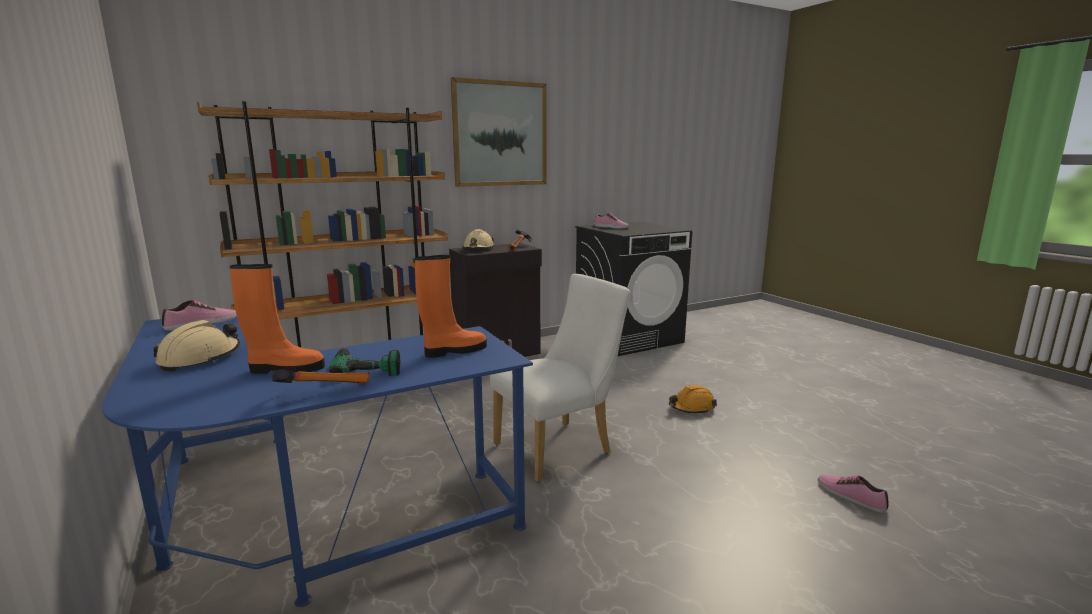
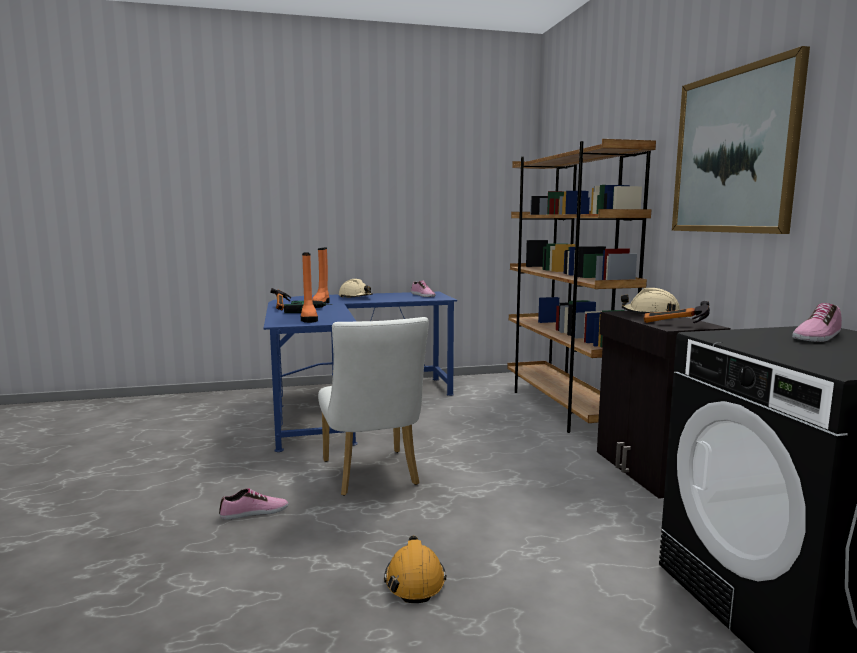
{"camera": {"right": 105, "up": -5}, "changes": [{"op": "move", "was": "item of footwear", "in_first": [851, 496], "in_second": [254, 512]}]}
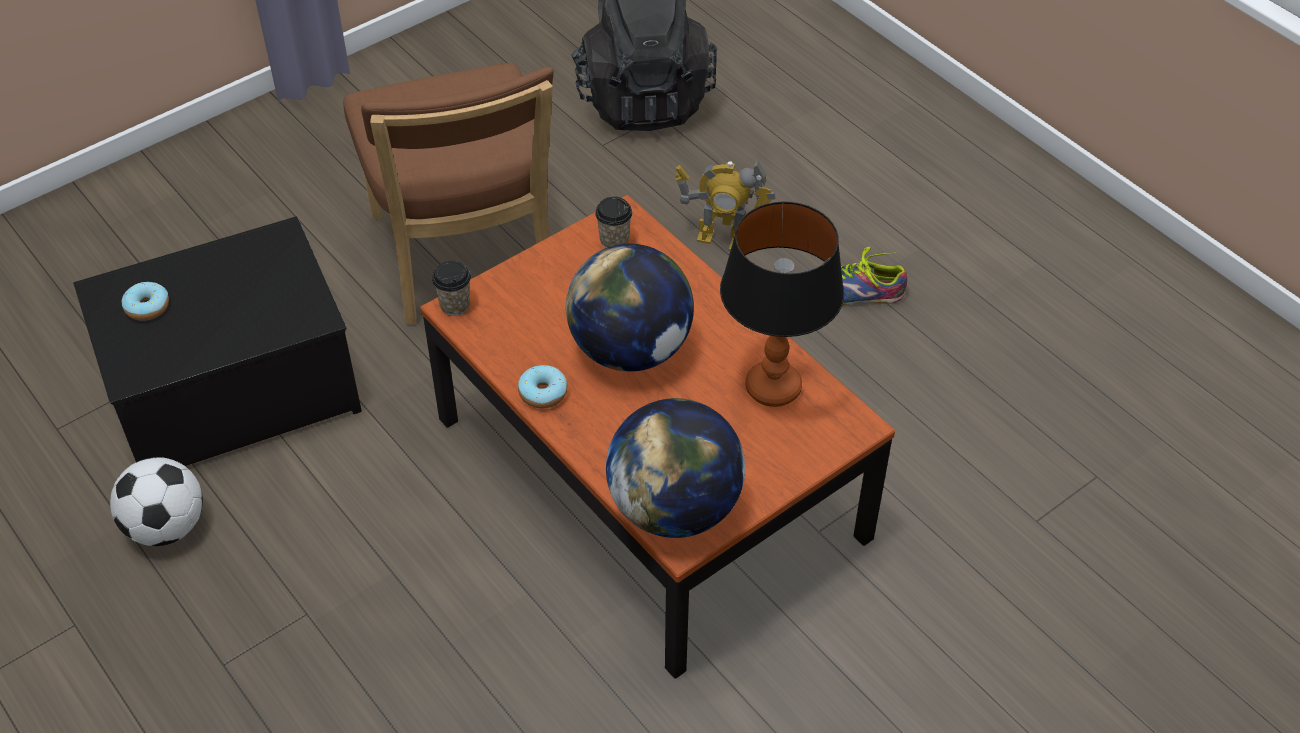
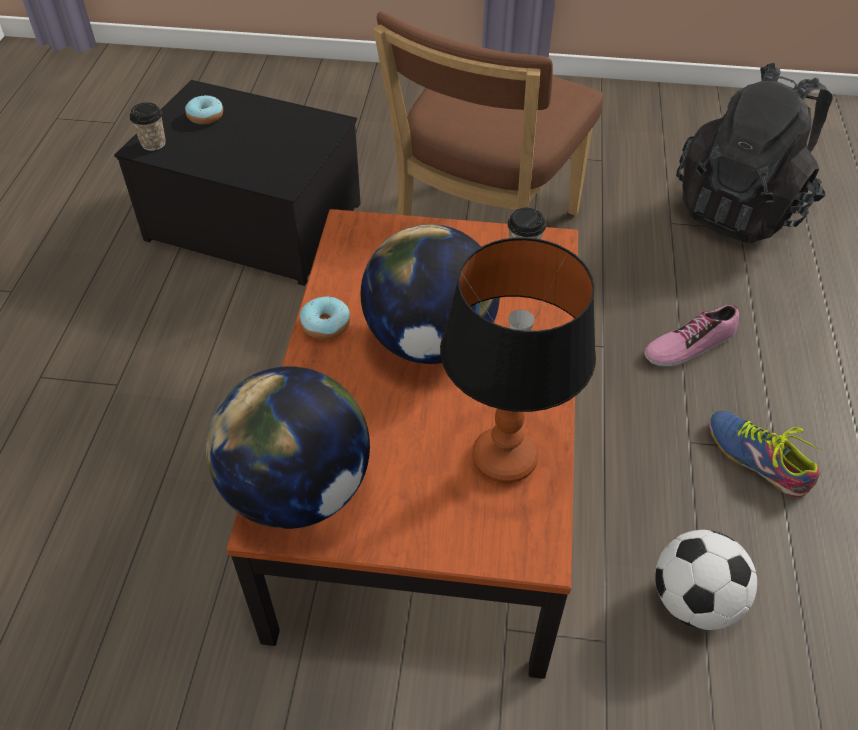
{"camera": {"right": 45, "up": 0}, "changes": [{"op": "move", "was": "football ball", "in_first": [167, 527], "in_second": [694, 601]}, {"op": "move", "was": "drinking cup", "in_first": [455, 305], "in_second": [153, 144]}, {"op": "replace", "was": "robot figure", "now": "item of footwear", "in_first": [722, 239], "in_second": [689, 344]}]}
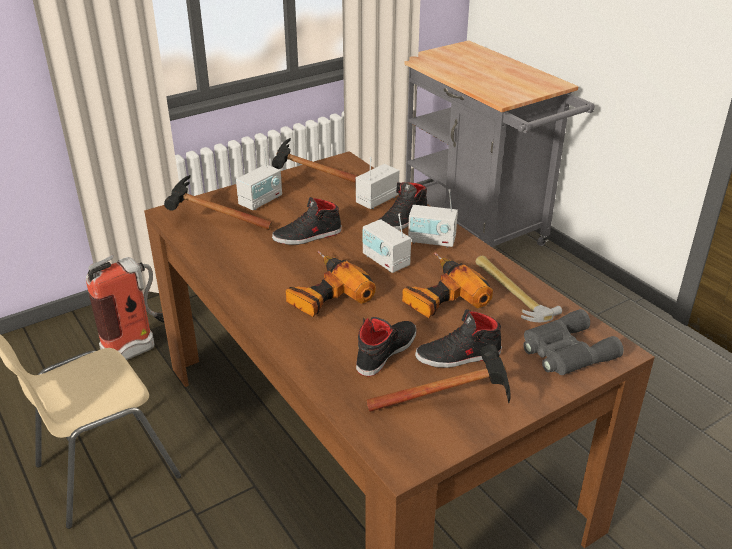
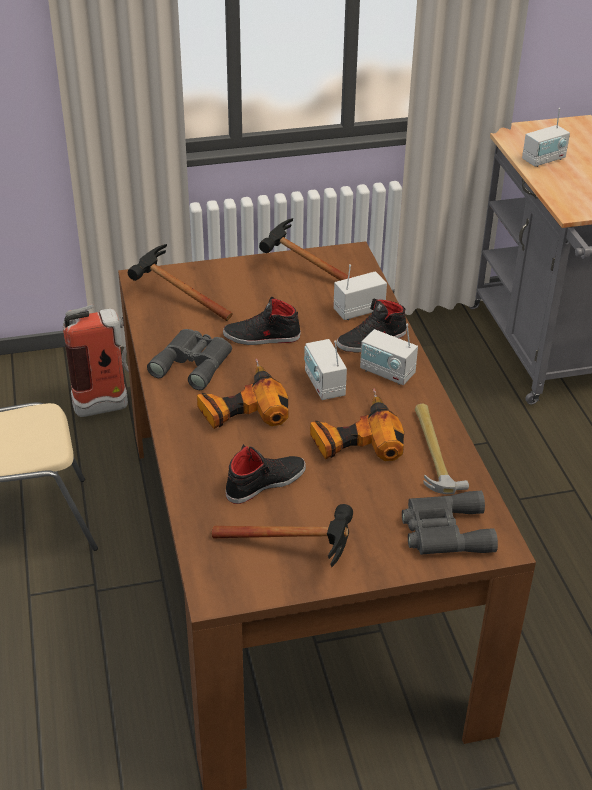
{"camera": {"right": 20, "up": 5}, "changes": [{"op": "move", "was": "radio set", "in_first": [261, 201], "in_second": [544, 160]}, {"op": "delete", "was": "black item of footwear", "in_first": [458, 356]}, {"op": "insert", "now": "greyish field glasses", "in_second": [194, 363]}]}
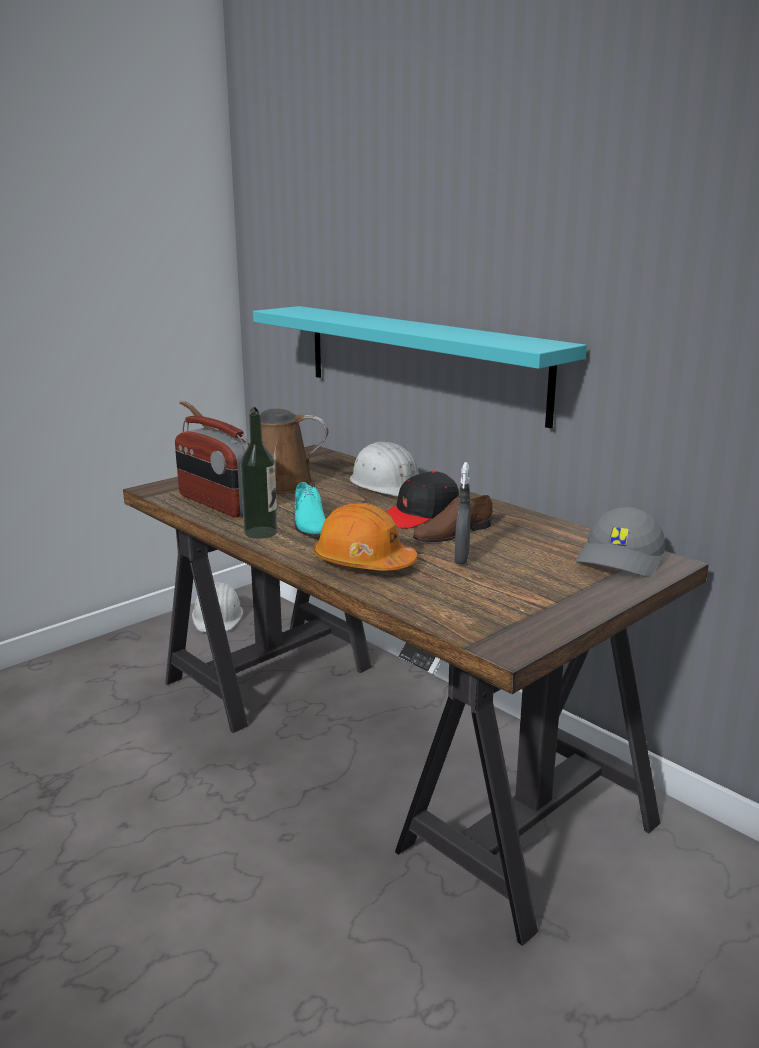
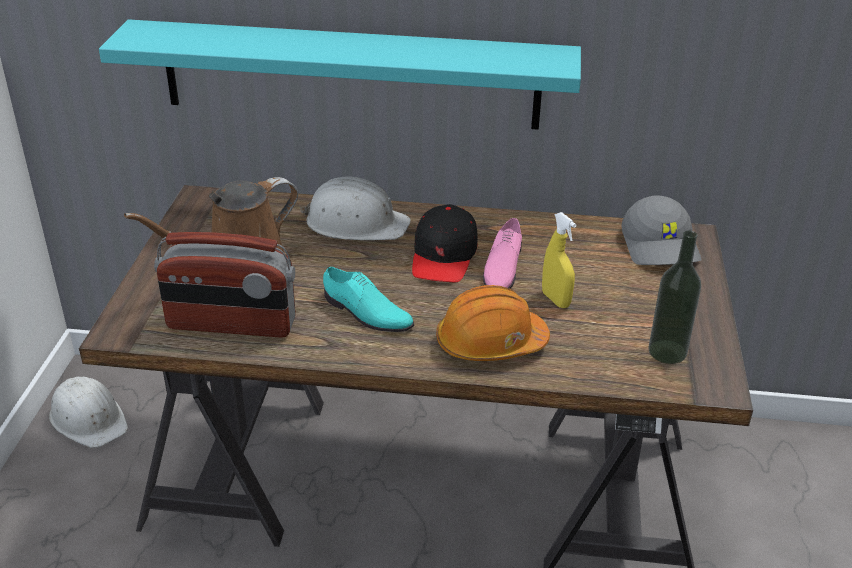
{"camera": {"right": -40, "up": 15}, "changes": [{"op": "move", "was": "drink bottle", "in_first": [261, 532], "in_second": [667, 351]}, {"op": "recolor", "was": "brown-coloured item of footwear", "now": "pink-coloured item of footwear", "in_first": [452, 532], "in_second": [502, 268]}, {"op": "recolor", "was": "greyish hand sprayer", "now": "yellowish hand sprayer", "in_first": [461, 558], "in_second": [555, 300]}]}
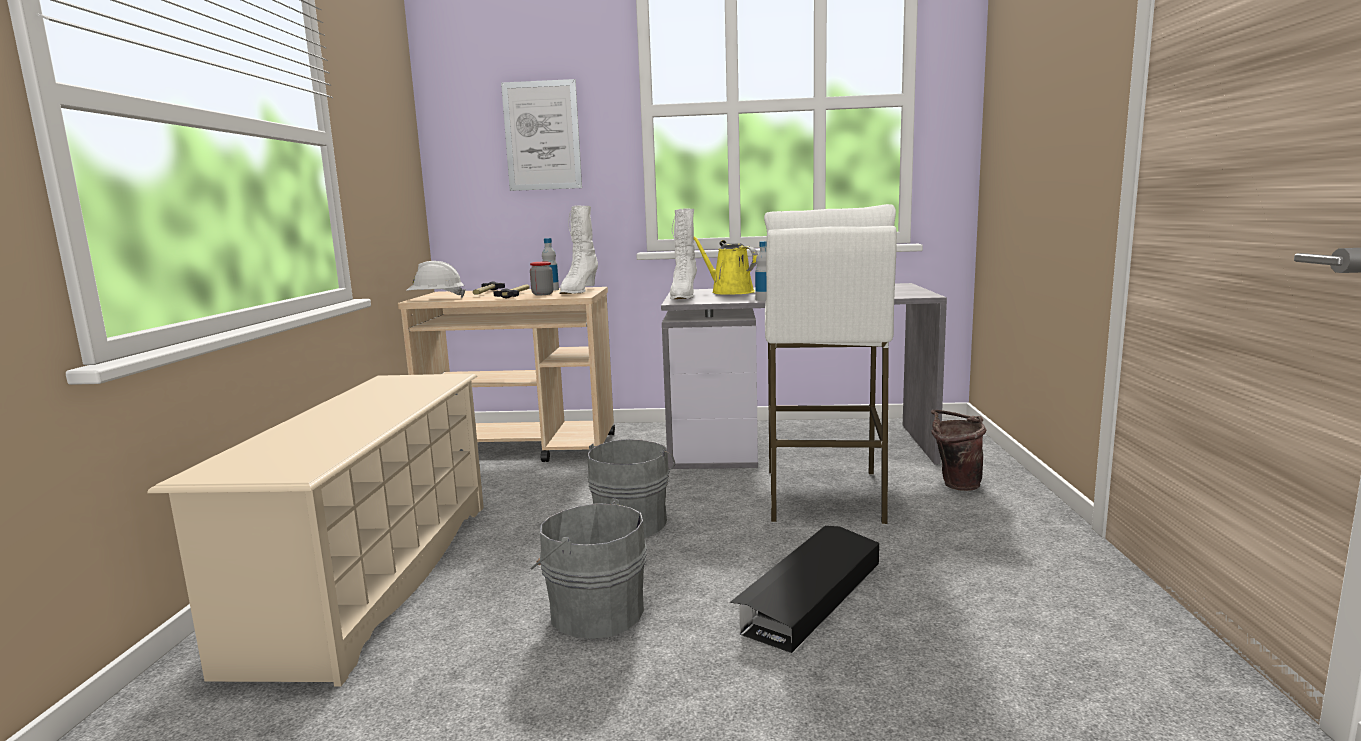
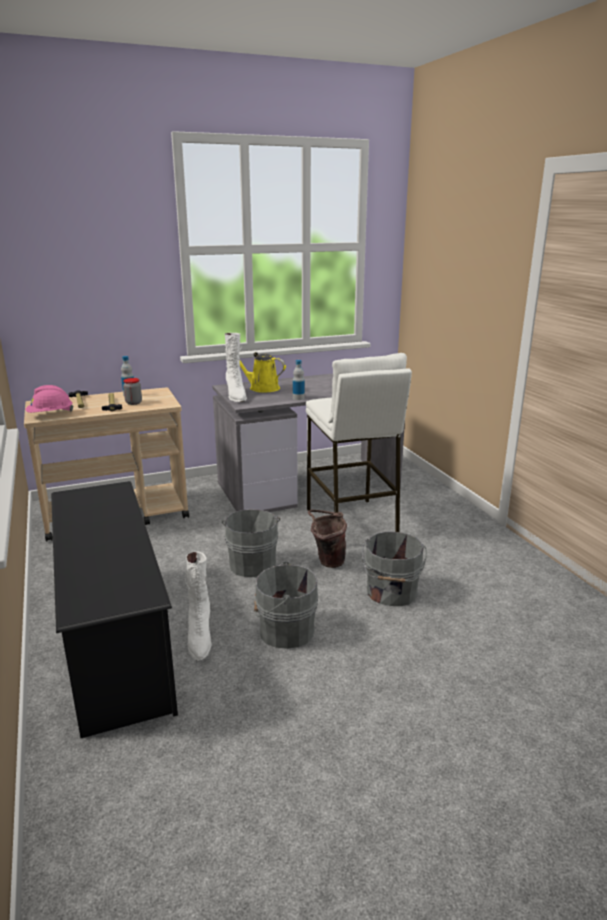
{"camera": {"right": -25, "up": 10}, "changes": [{"op": "recolor", "was": "beige shoe shelf", "now": "black shoe shelf", "in_first": [373, 576], "in_second": [115, 640]}, {"op": "recolor", "was": "whitish hard hat", "now": "pink-coloured hard hat", "in_first": [436, 299], "in_second": [50, 415]}, {"op": "delete", "was": "wall picture", "in_first": [542, 136]}, {"op": "move", "was": "whitish tall boot", "in_first": [578, 291], "in_second": [199, 638]}, {"op": "replace", "was": "black storage container", "now": "greyish pail", "in_first": [809, 595], "in_second": [391, 593]}, {"op": "move", "was": "brown-coloured pail", "in_first": [955, 484], "in_second": [327, 561]}]}
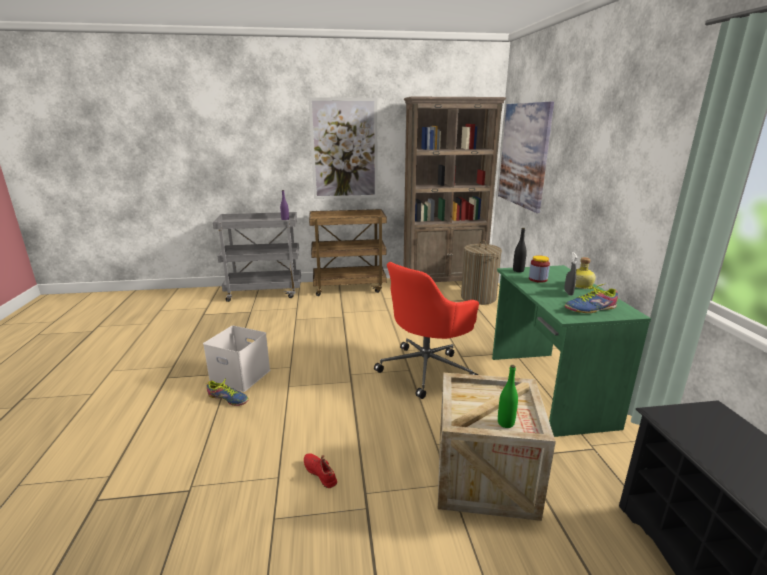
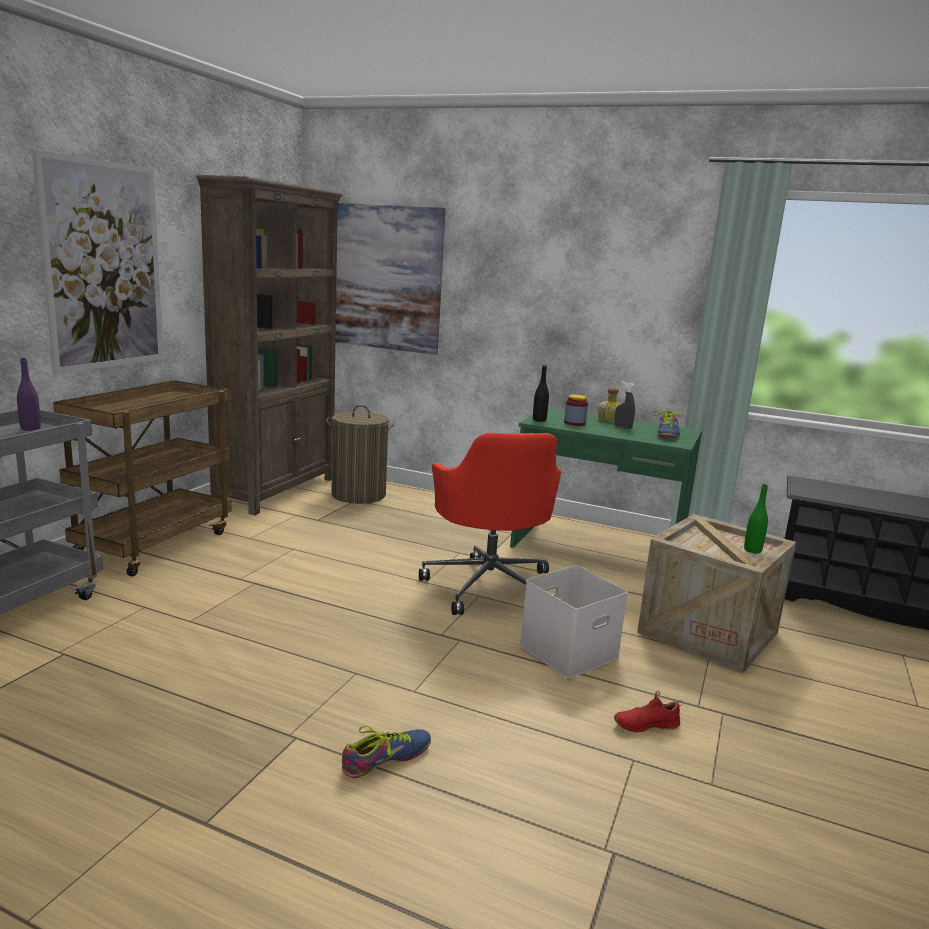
{"camera": {"right": -60, "up": -5}, "changes": [{"op": "move", "was": "whitish storage container", "in_first": [239, 376], "in_second": [568, 652]}]}
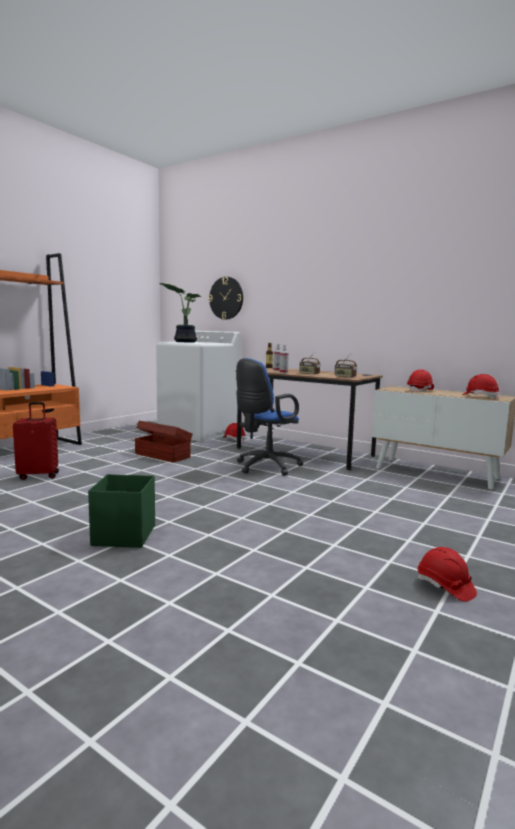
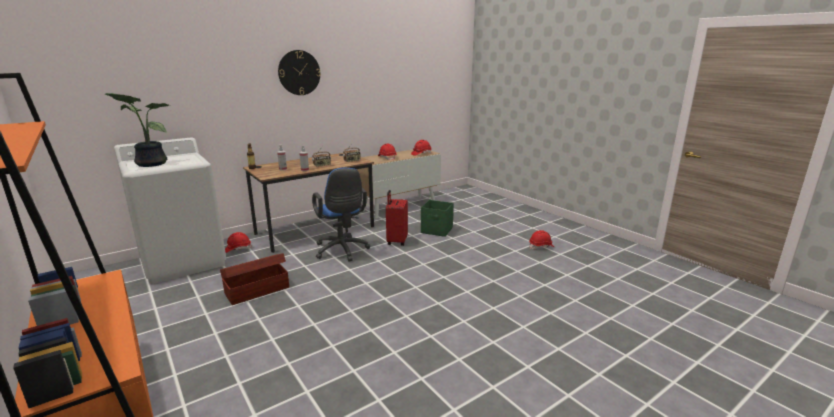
{"camera": {"right": -70, "up": 10}, "changes": [{"op": "move", "was": "red travel case", "in_first": [39, 475], "in_second": [396, 241]}, {"op": "move", "was": "green-coloured storage container", "in_first": [123, 536], "in_second": [437, 230]}, {"op": "move", "was": "clock on the wall", "in_first": [226, 298], "in_second": [299, 72]}]}
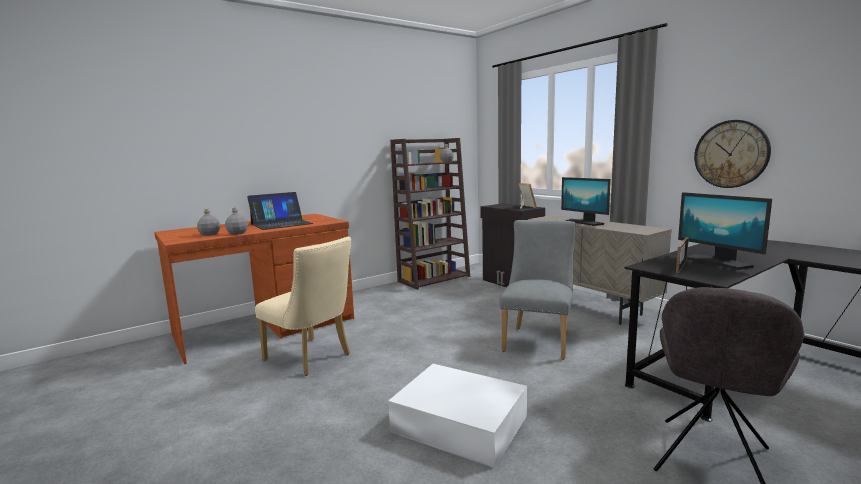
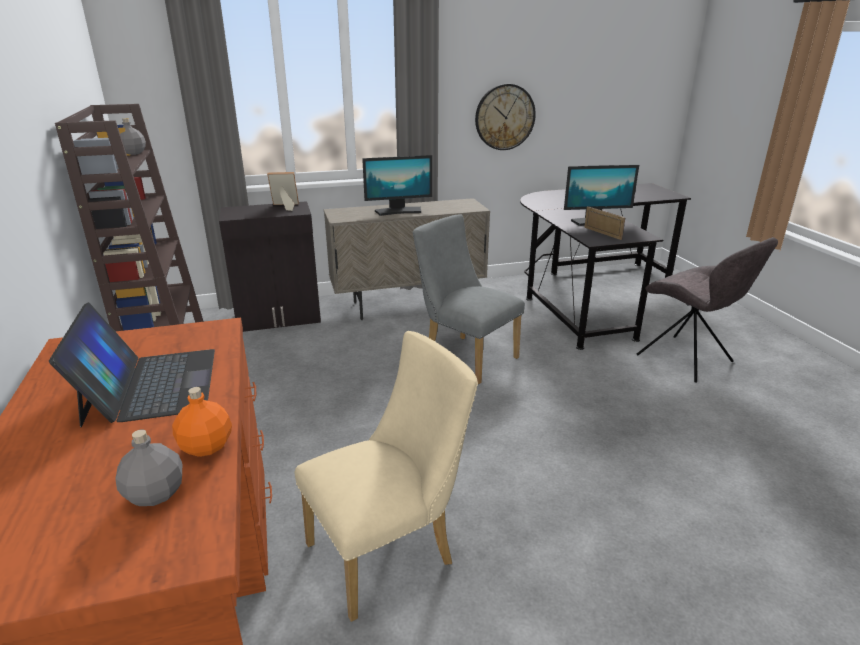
{"camera": {"right": -70, "up": 15}, "changes": [{"op": "recolor", "was": "greyish drink bottle", "now": "orange-coloured drink bottle", "in_first": [237, 233], "in_second": [206, 447]}, {"op": "delete", "was": "whitish storage container", "in_first": [461, 425]}]}
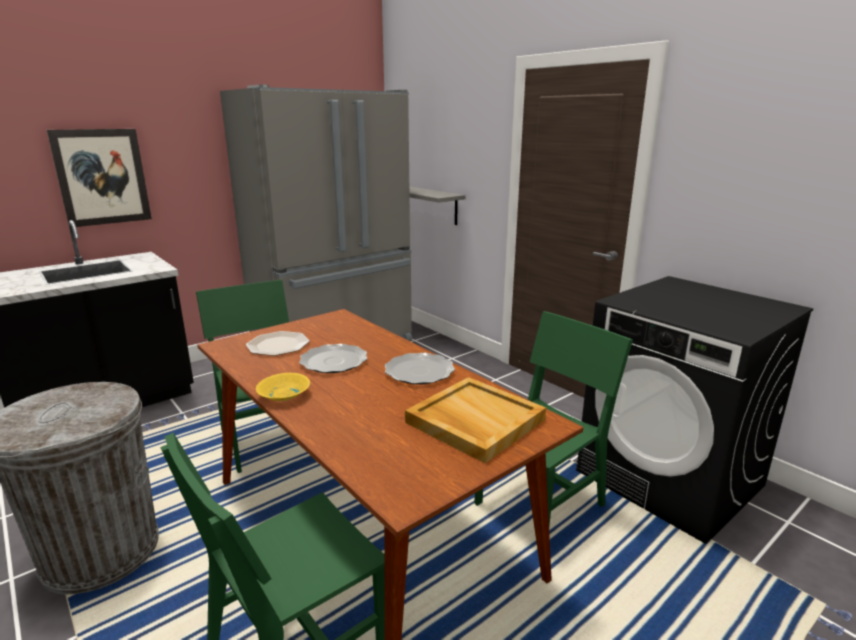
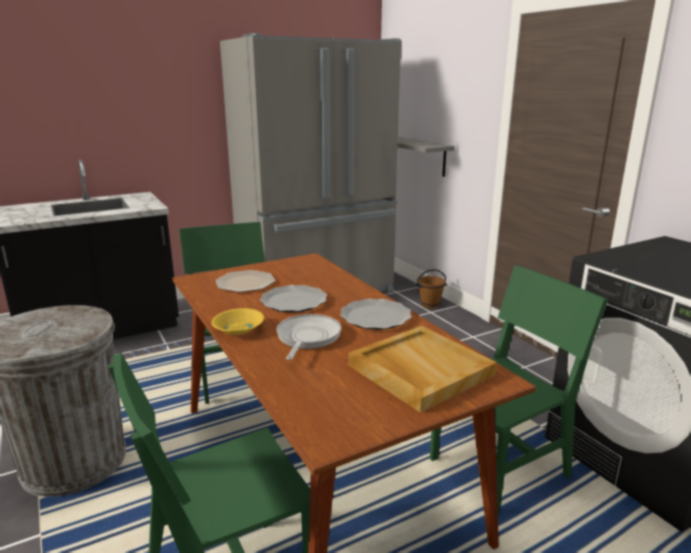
{"camera": {"right": 10, "up": 0}, "changes": [{"op": "delete", "was": "wall picture", "in_first": [102, 177]}, {"op": "insert", "now": "frying pan", "in_second": [307, 338]}, {"op": "insert", "now": "brown-coloured pail", "in_second": [430, 305]}]}
